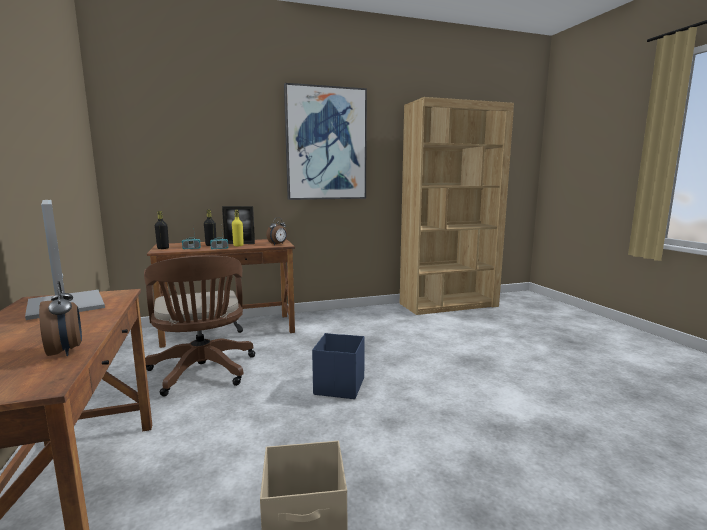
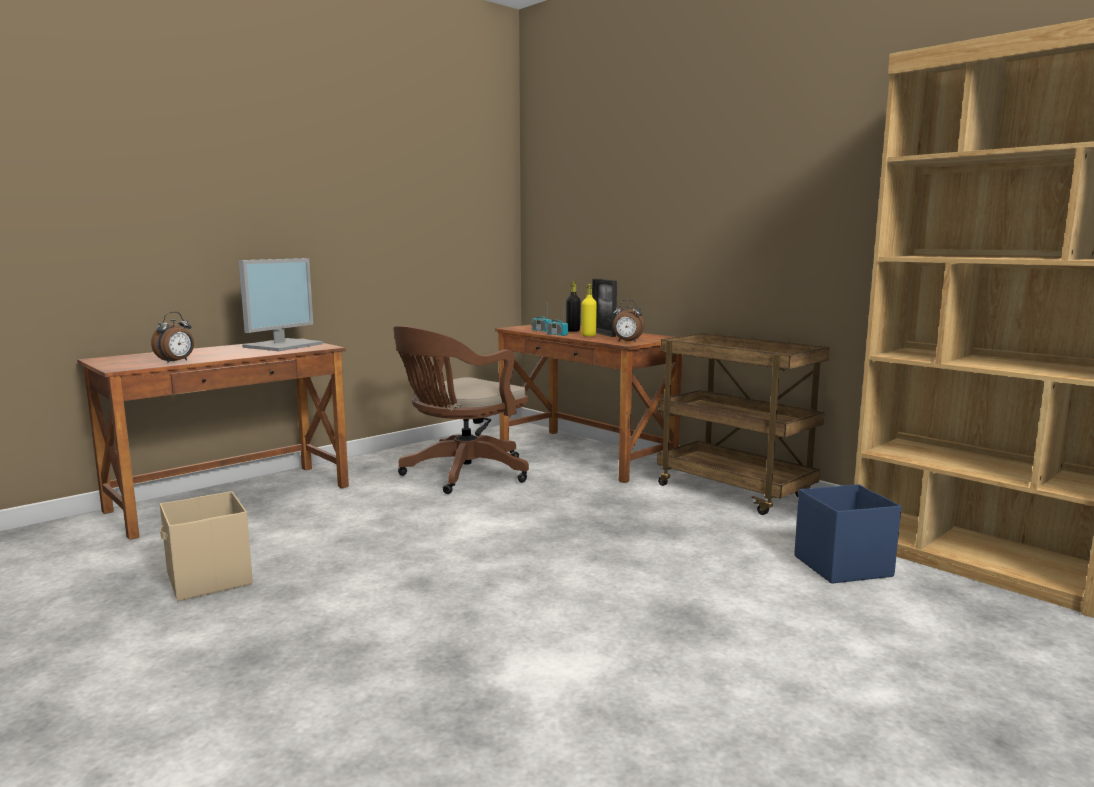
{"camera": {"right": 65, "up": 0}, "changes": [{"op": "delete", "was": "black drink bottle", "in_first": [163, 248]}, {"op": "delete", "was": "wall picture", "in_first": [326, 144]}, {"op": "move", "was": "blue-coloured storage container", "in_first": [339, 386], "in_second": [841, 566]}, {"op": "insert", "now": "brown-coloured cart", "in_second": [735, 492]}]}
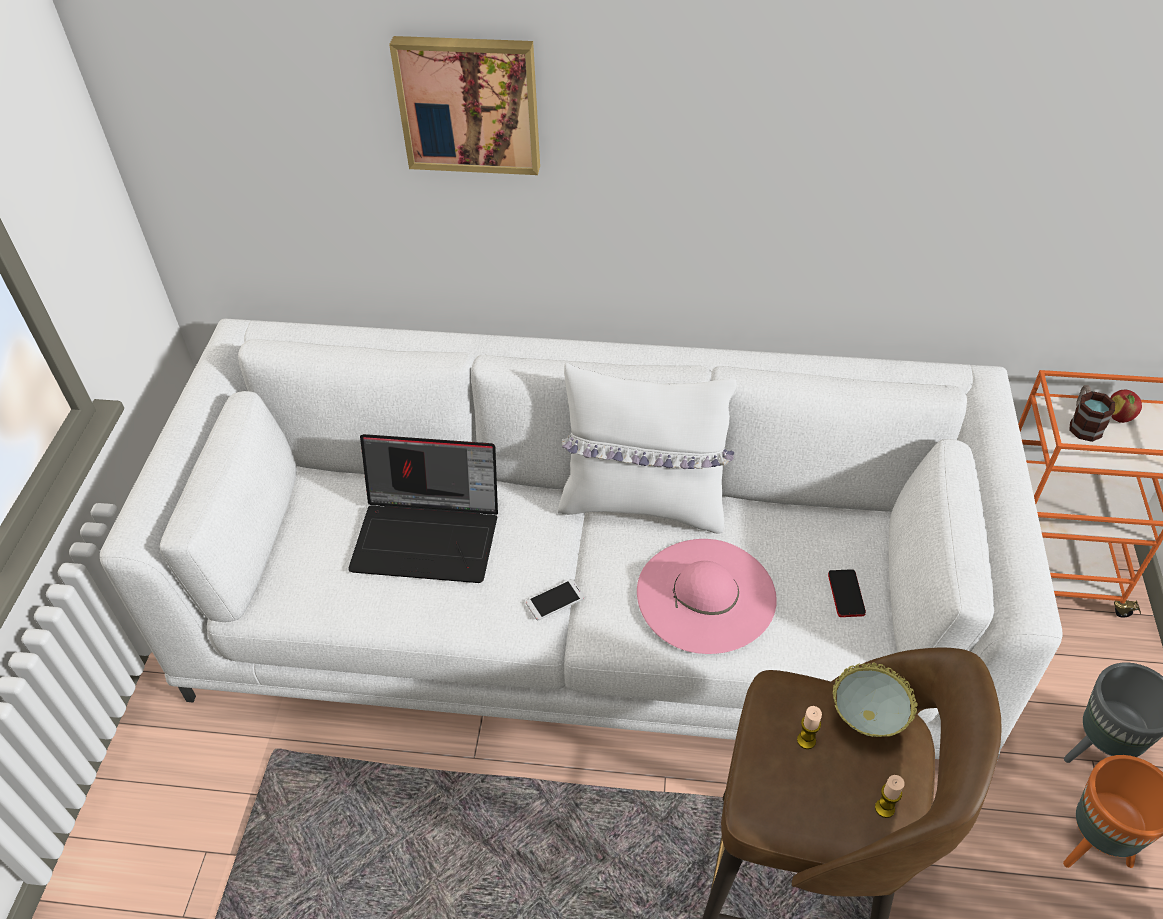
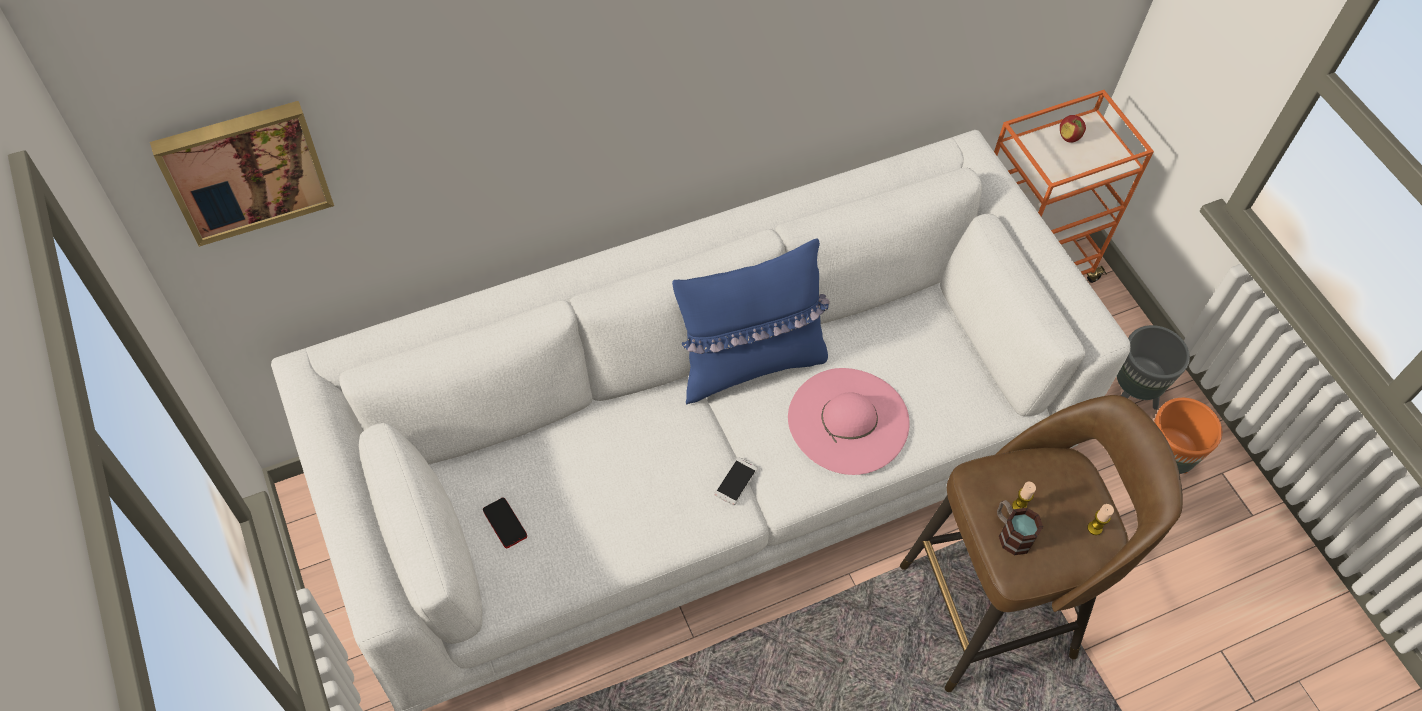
{"camera": {"right": -35, "up": 10}, "changes": [{"op": "delete", "was": "notebook computer", "in_first": [430, 535]}, {"op": "move", "was": "wall picture", "in_first": [469, 103], "in_second": [245, 169]}, {"op": "recolor", "was": "whitish cushion", "now": "blue-coloured cushion", "in_first": [643, 503], "in_second": [749, 363]}, {"op": "move", "was": "handset", "in_first": [846, 594], "in_second": [505, 523]}, {"op": "delete", "was": "serving bowl", "in_first": [866, 720]}, {"op": "move", "was": "coffee mug", "in_first": [1083, 424], "in_second": [1010, 533]}]}
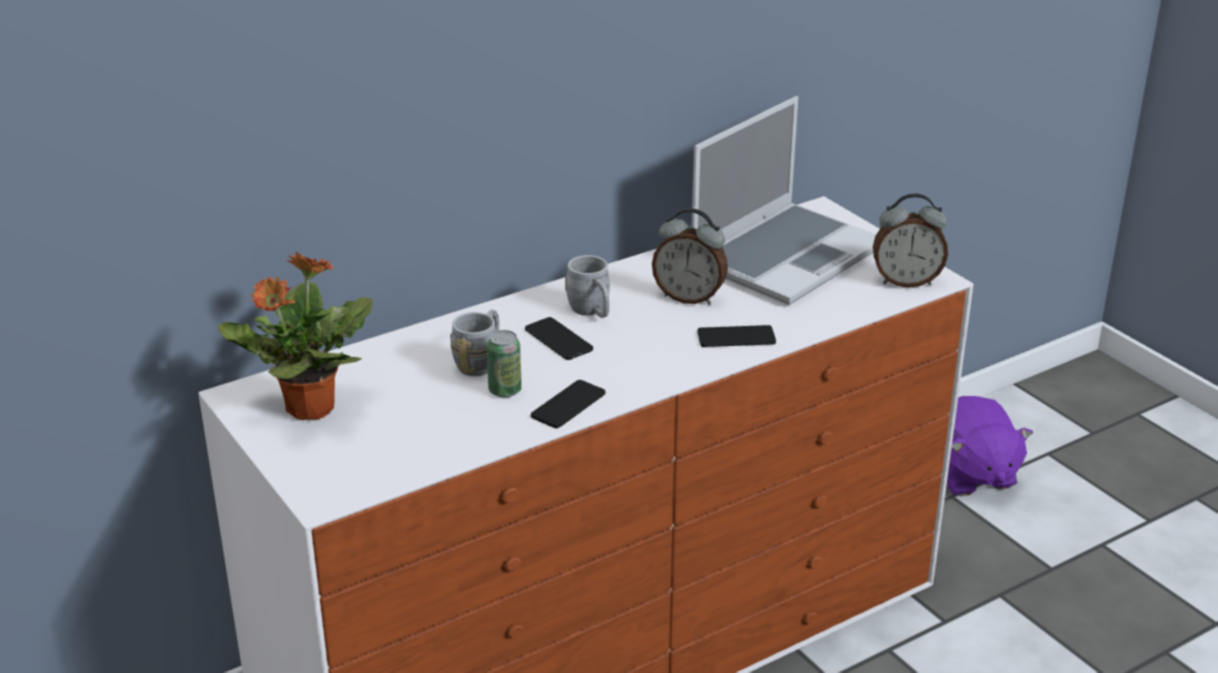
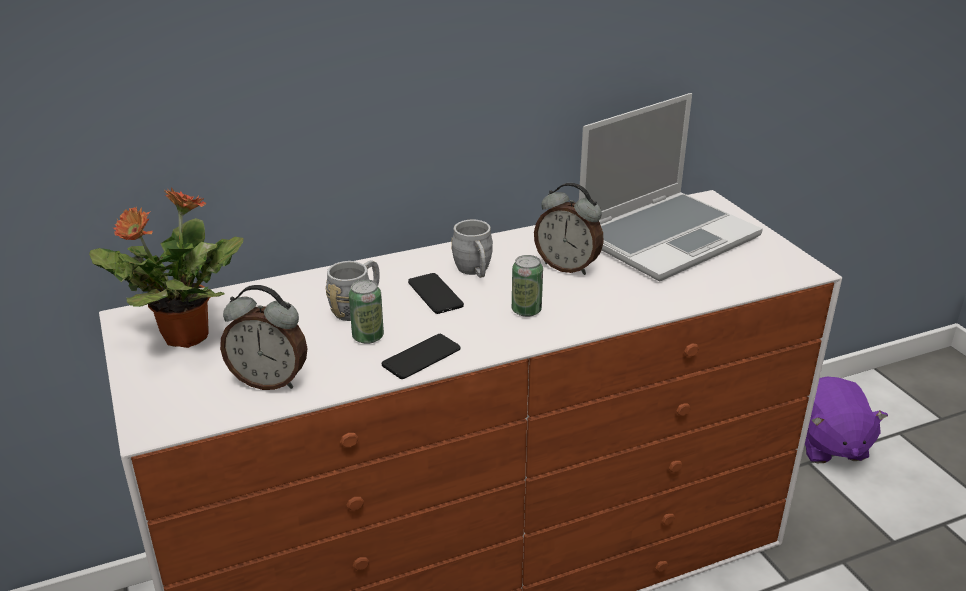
{"camera": {"right": 10, "up": 0}, "changes": [{"op": "delete", "was": "handset", "in_first": [736, 337]}, {"op": "move", "was": "alarm clock", "in_first": [906, 281], "in_second": [270, 381]}, {"op": "insert", "now": "sealed can", "in_second": [526, 310]}]}
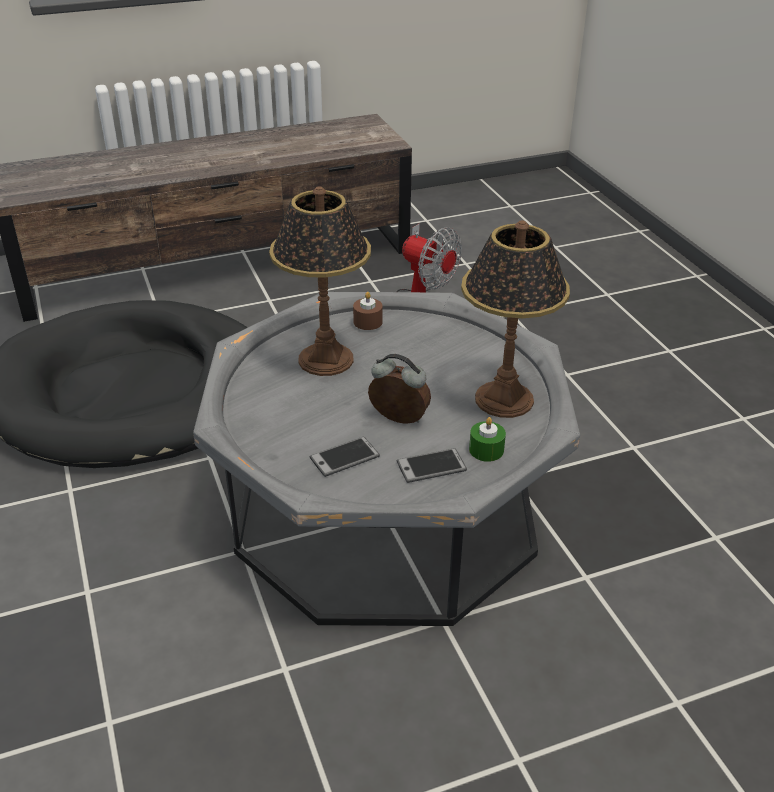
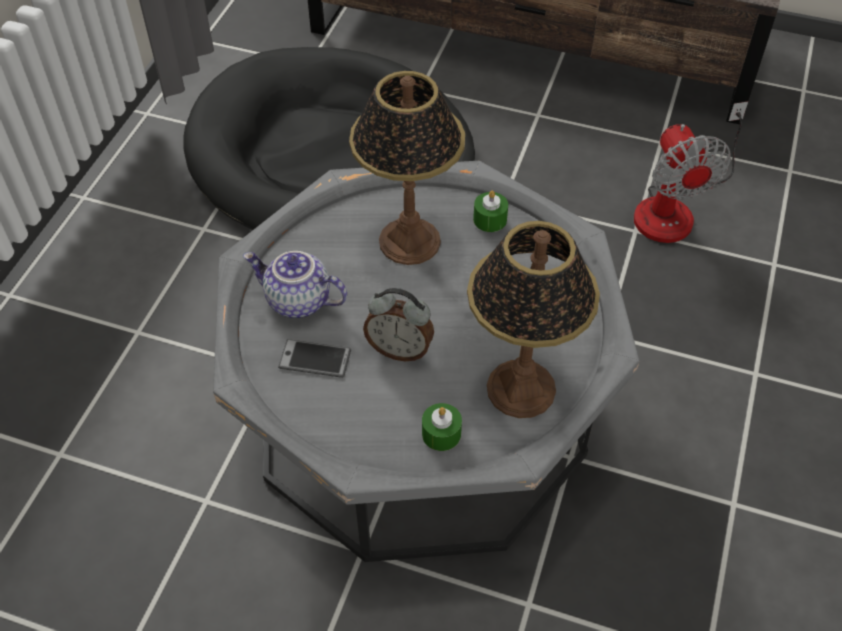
{"camera": {"right": 40, "up": 15}, "changes": [{"op": "recolor", "was": "brown-coloured wax light", "now": "green-coloured wax light", "in_first": [368, 322], "in_second": [490, 219]}, {"op": "rotate", "was": "alarm clock", "in_first": [398, 420], "in_second": [400, 349], "clockwise": 135}, {"op": "delete", "was": "handset", "in_first": [431, 466]}, {"op": "insert", "now": "tea pot", "in_second": [297, 301]}]}
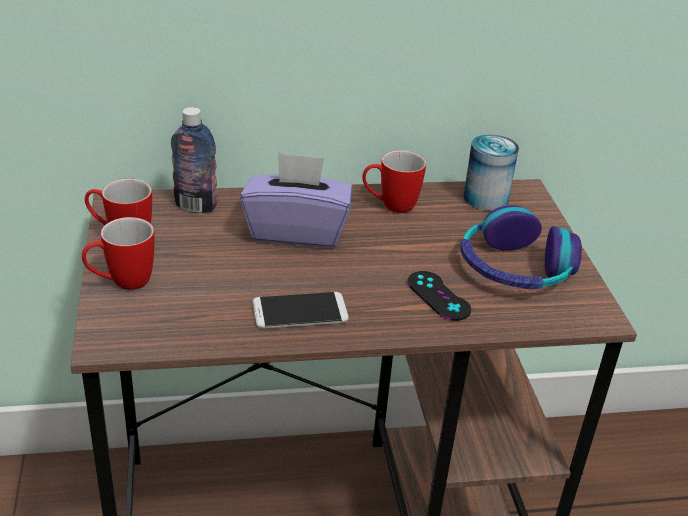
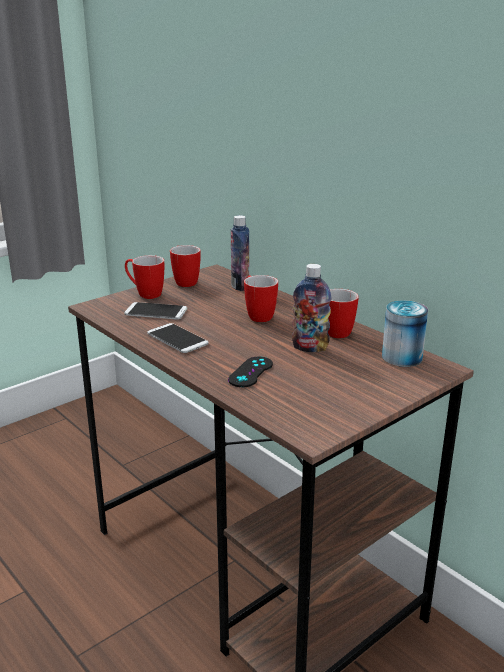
{"camera": {"right": 60, "up": -10}, "changes": [{"op": "replace", "was": "purple tissue holder", "now": "coffee mug", "in_first": [297, 231], "in_second": [257, 315]}, {"op": "delete", "was": "pair of headphones", "in_first": [515, 268]}, {"op": "insert", "now": "handset", "in_second": [156, 312]}, {"op": "insert", "now": "drink bottle", "in_second": [310, 347]}]}
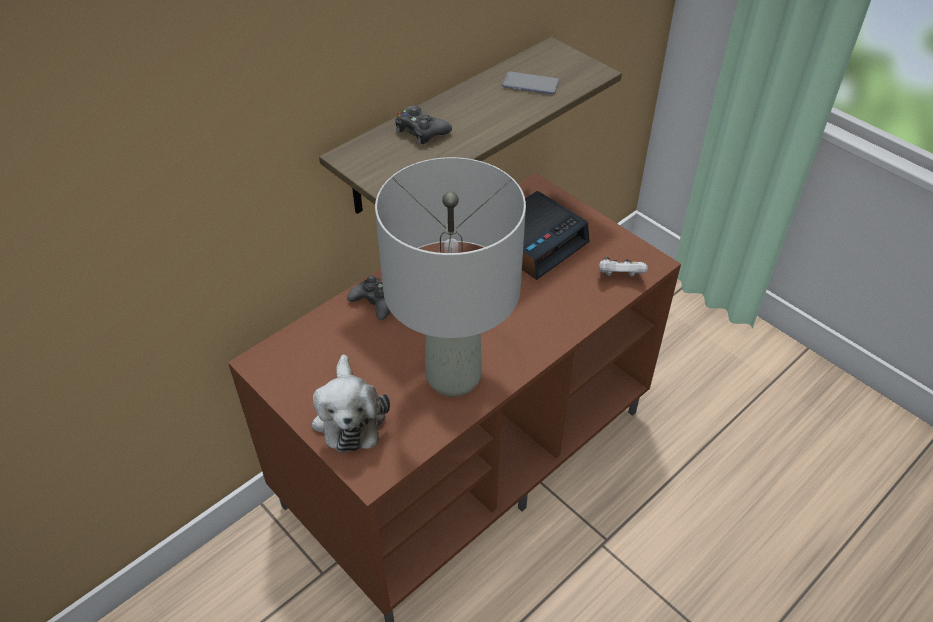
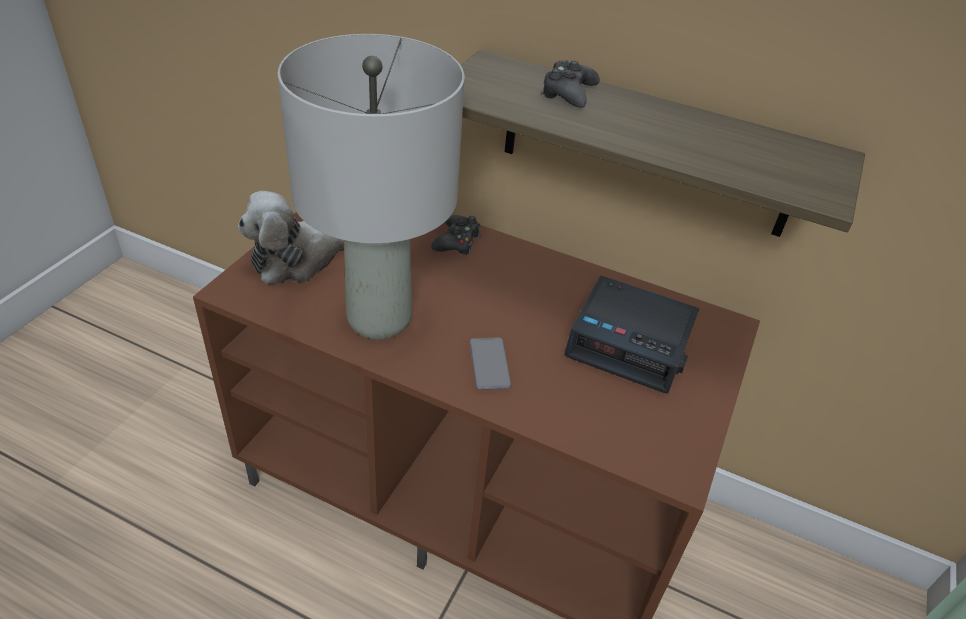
{"camera": {"right": 65, "up": -5}, "changes": [{"op": "move", "was": "handset", "in_first": [530, 84], "in_second": [489, 364]}, {"op": "delete", "was": "whitish joypad", "in_first": [620, 276]}]}
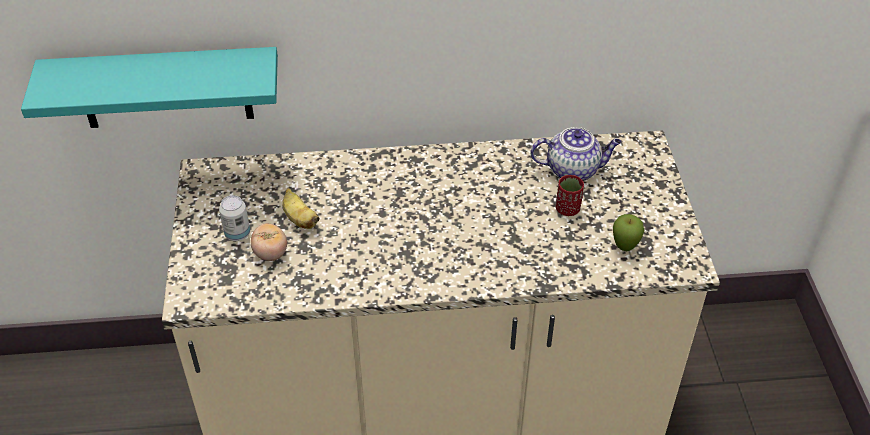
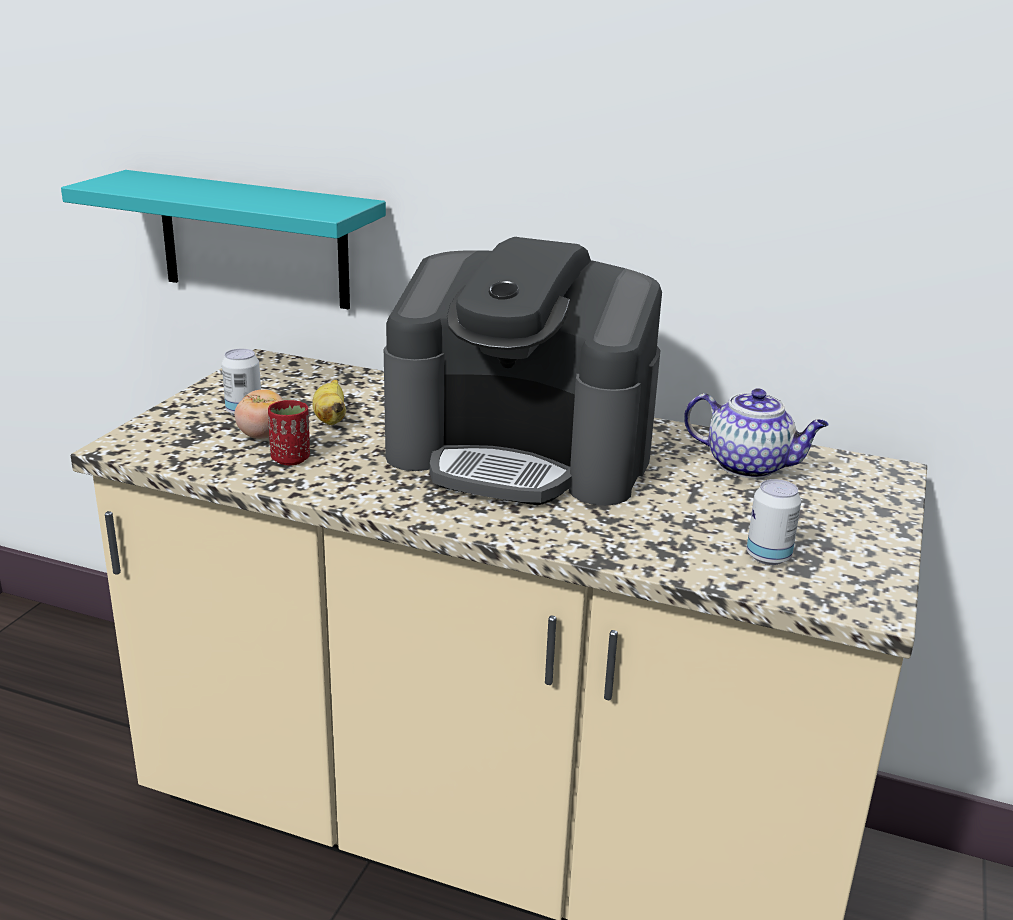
{"camera": {"right": 25, "up": -20}, "changes": [{"op": "move", "was": "red drinking cup", "in_first": [567, 209], "in_second": [290, 459]}, {"op": "replace", "was": "apple fruit", "now": "sealed can", "in_first": [624, 248], "in_second": [768, 557]}, {"op": "insert", "now": "coffee machine", "in_second": [522, 454]}]}
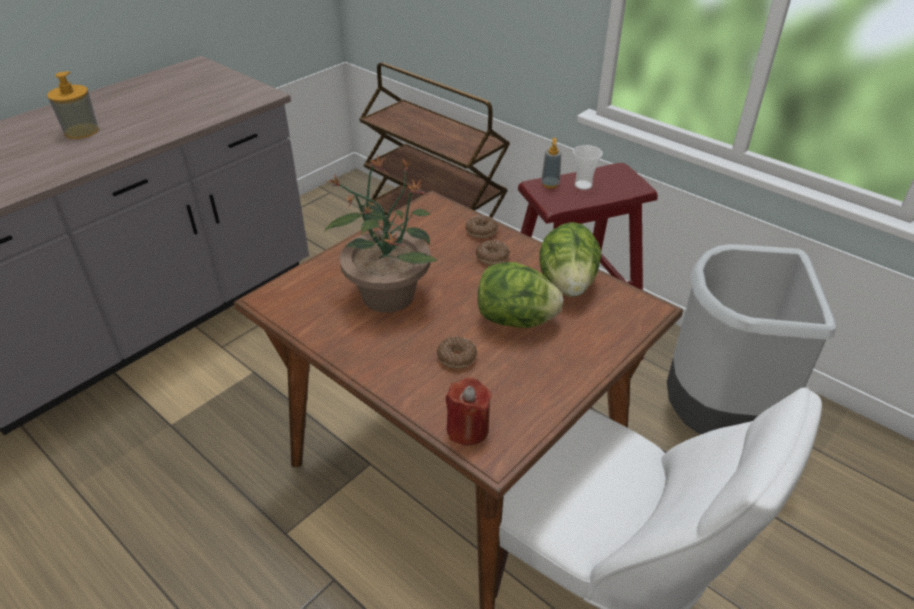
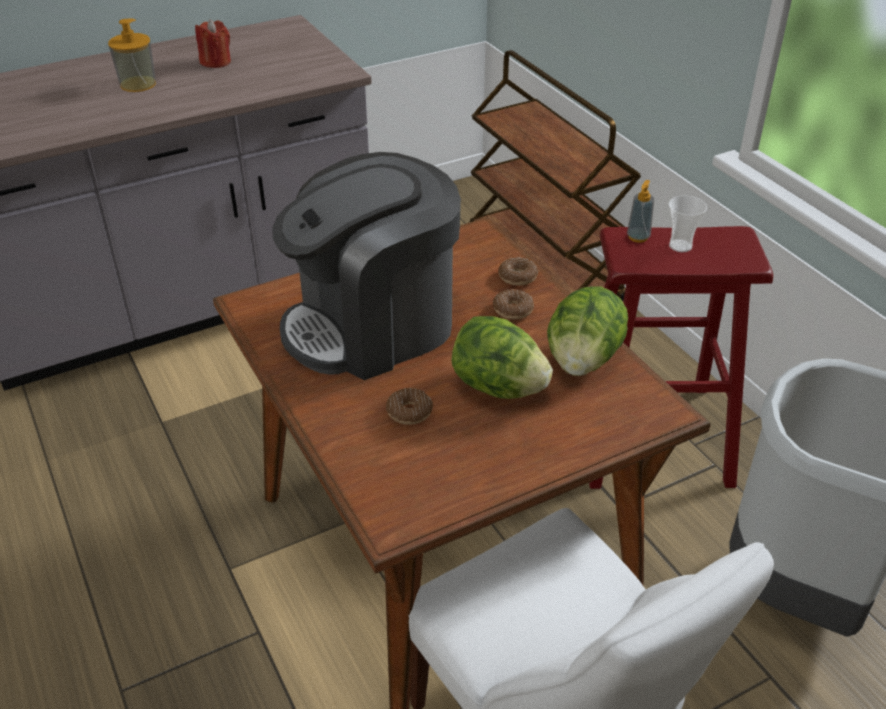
{"camera": {"right": 20, "up": 0}, "changes": [{"op": "replace", "was": "plant in a pot", "now": "coffee machine", "in_first": [388, 294], "in_second": [373, 326]}, {"op": "move", "was": "red wax light", "in_first": [467, 429], "in_second": [216, 62]}]}
